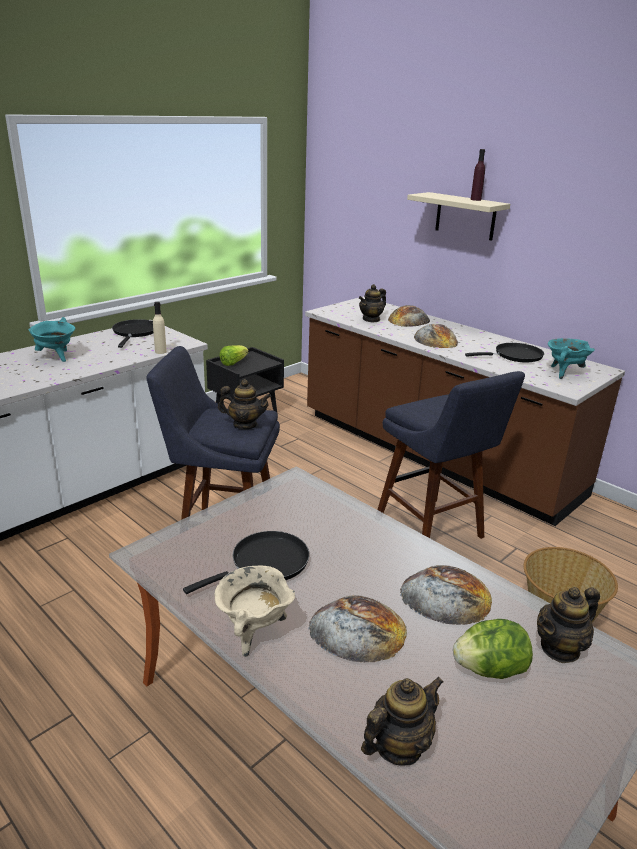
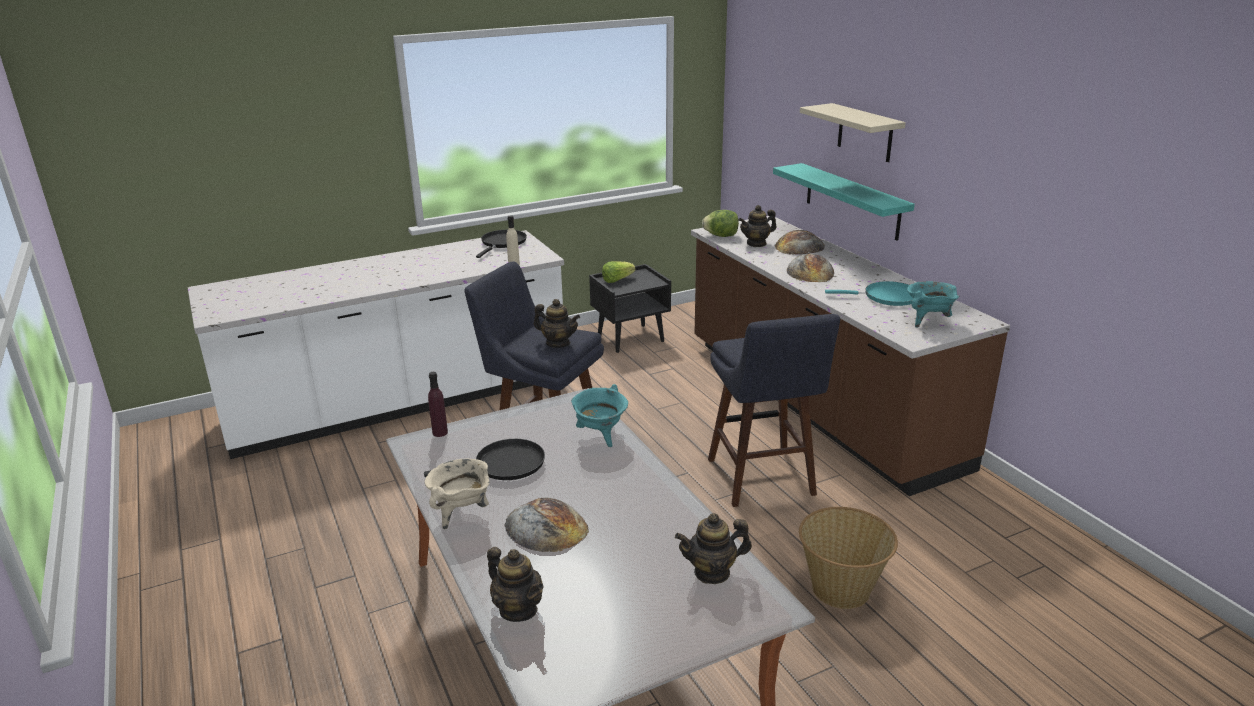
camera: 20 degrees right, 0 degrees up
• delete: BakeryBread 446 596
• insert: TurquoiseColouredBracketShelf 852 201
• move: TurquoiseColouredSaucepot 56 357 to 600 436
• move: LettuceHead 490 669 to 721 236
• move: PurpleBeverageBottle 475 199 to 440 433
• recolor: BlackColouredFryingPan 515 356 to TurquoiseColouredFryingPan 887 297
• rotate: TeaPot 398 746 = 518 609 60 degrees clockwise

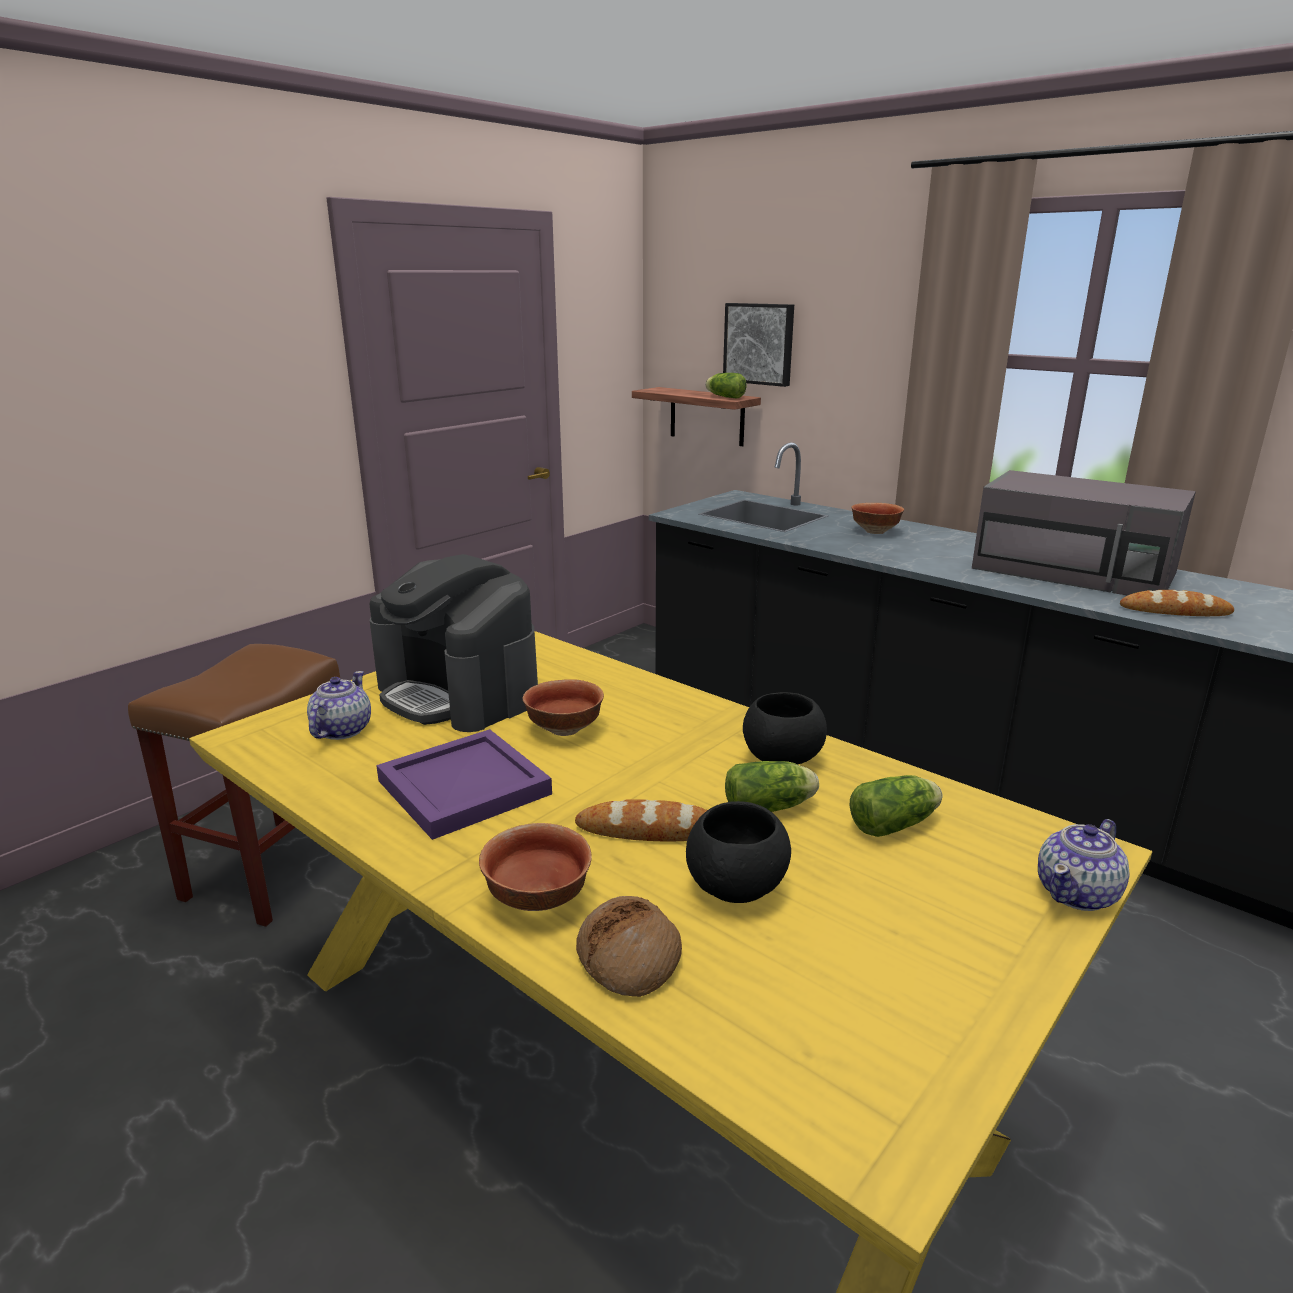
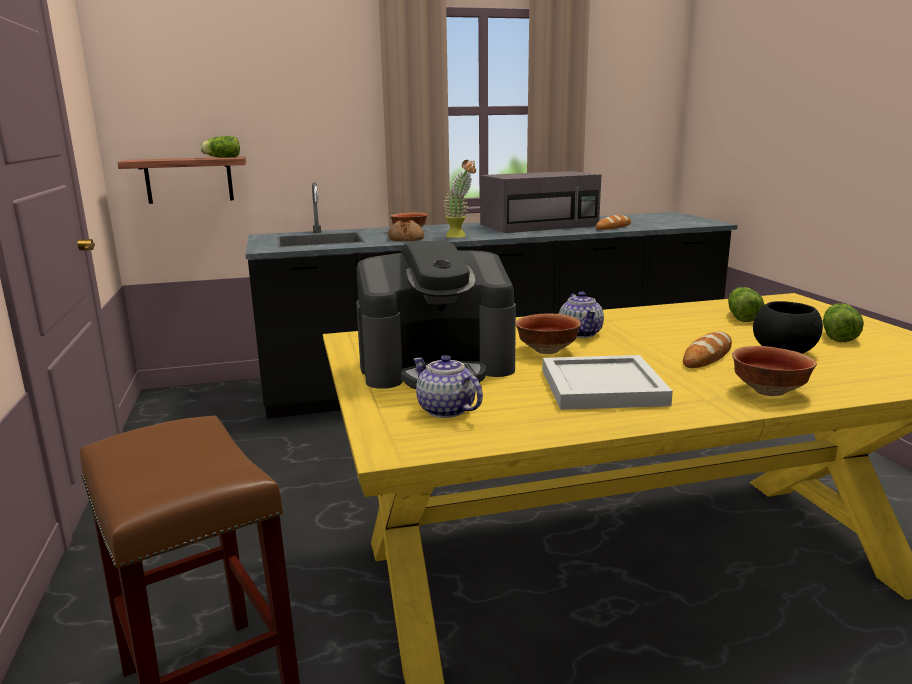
camera: 55 degrees left, 5 degrees down
• delete: Picture 759 344
• delete: BlackColouredDeepDish 783 759
• insert: PottedPlant 460 236
• move: BakeryBread 629 957 to 406 239
• move: LettuceHead 771 808 to 838 336
• move: TeaPot 1078 893 to 580 333
• recolor: PurpleCarryingTray 465 786 to WhiteColouredCarryingTray 600 386

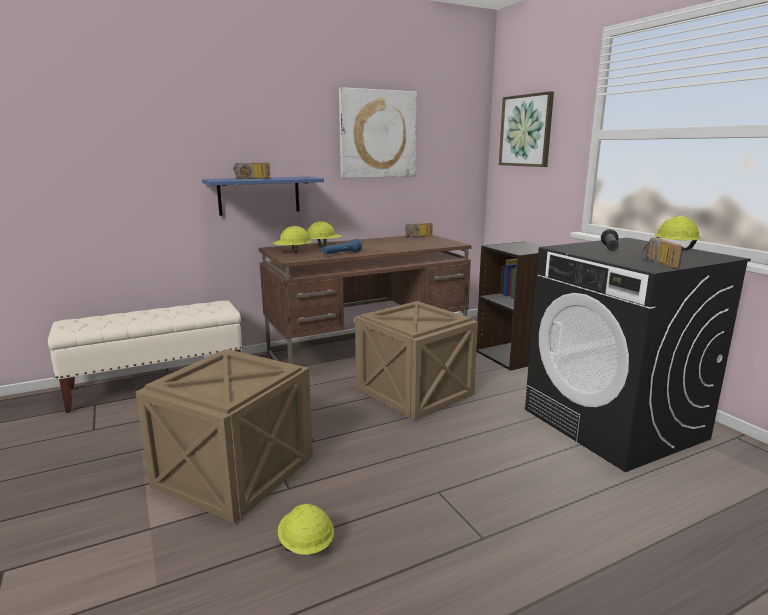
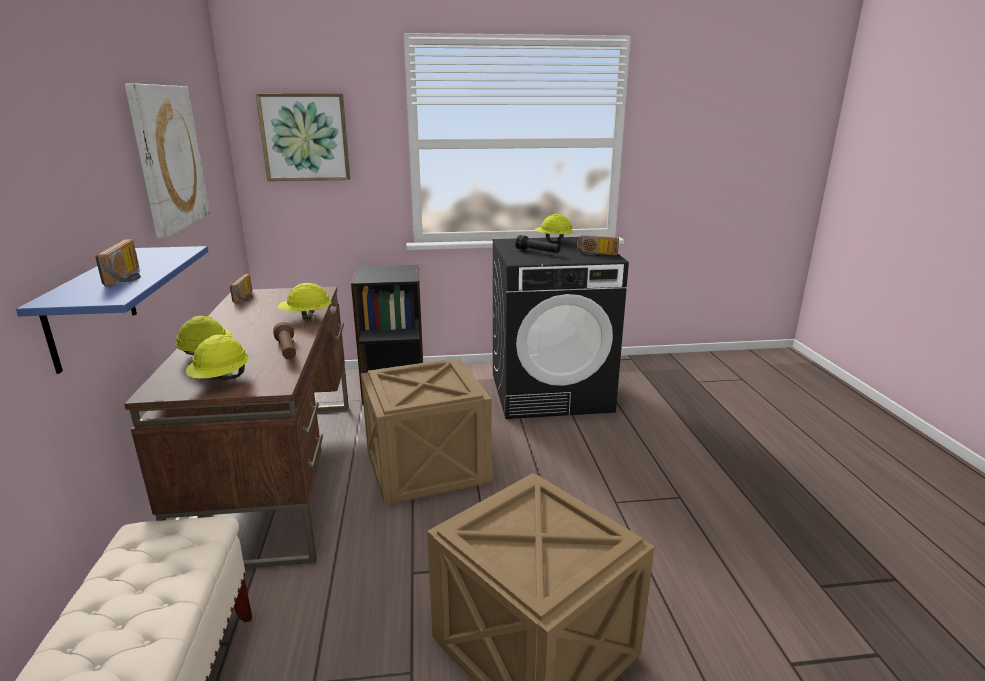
camera: 70 degrees left, 5 degrees up
• move: YellowWorkHelmet 306 545 to 306 317
• recolor: BlueColouredHandTorch 341 254 to BrownColouredHandTorch 287 350

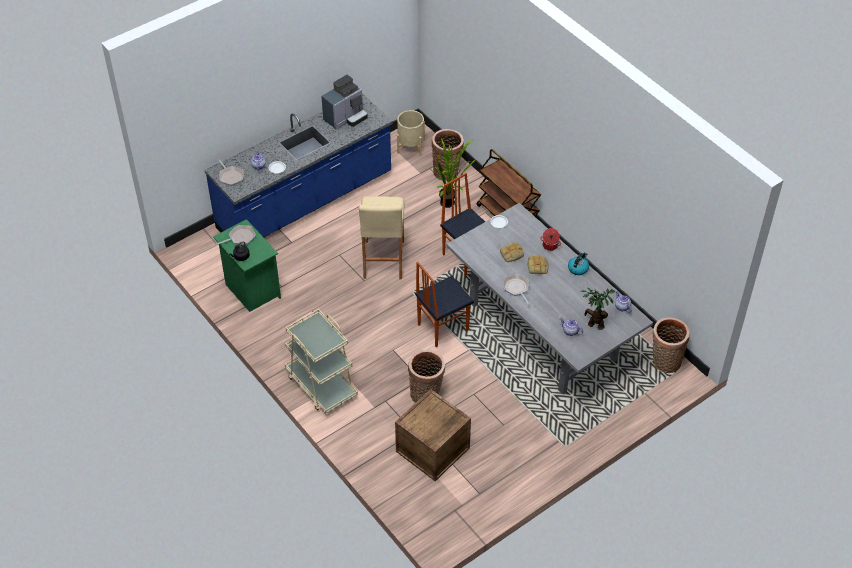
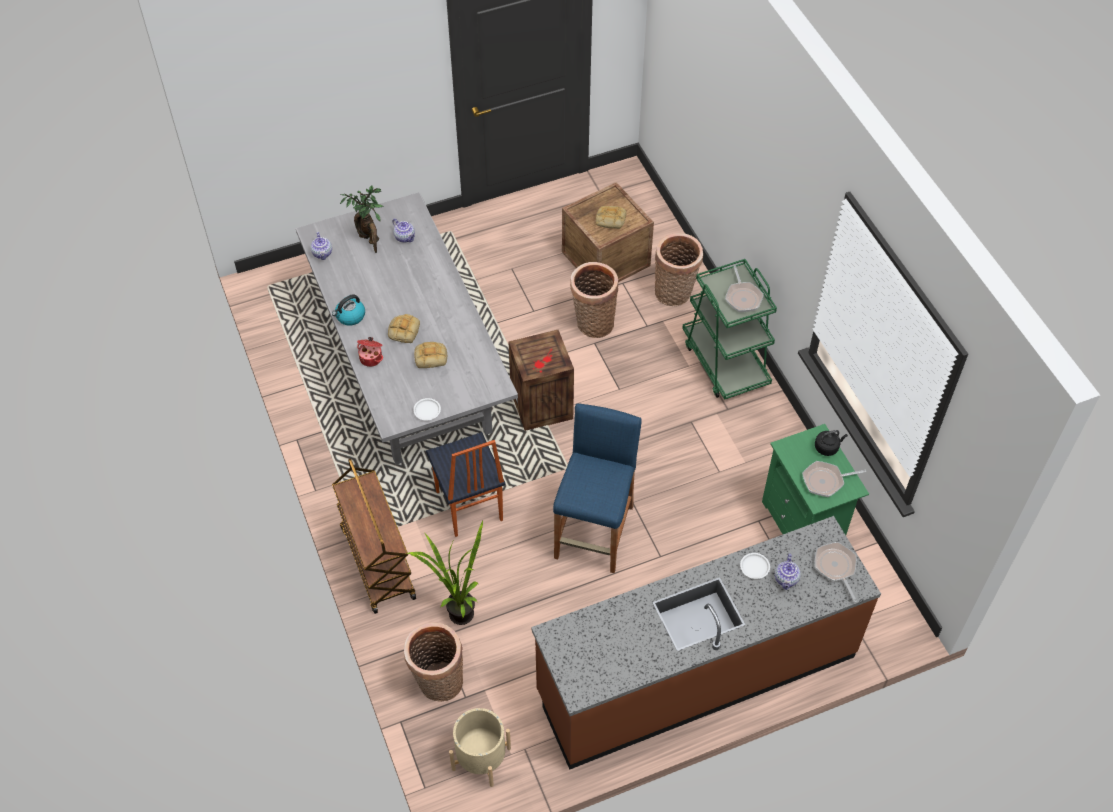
camera: 165 degrees left, 5 degrees up
• delete: CoffeeMaker 346 118
• insert: BakeryBread 610 219
• move: FryingPan 516 289 to 743 297
• move: Basket 664 362 to 675 293
• replace: Chair 442 327 to PackingCrate 543 406
• recolor: BlueColouredCounter 305 202 to BrownColouredCounter 695 673
• recolor: BeigeColouredTrolley 321 385 to GreenColouredTrolley 725 362
• recolor: BeigeColouredStool 383 259 to BlueColouredStool 594 532

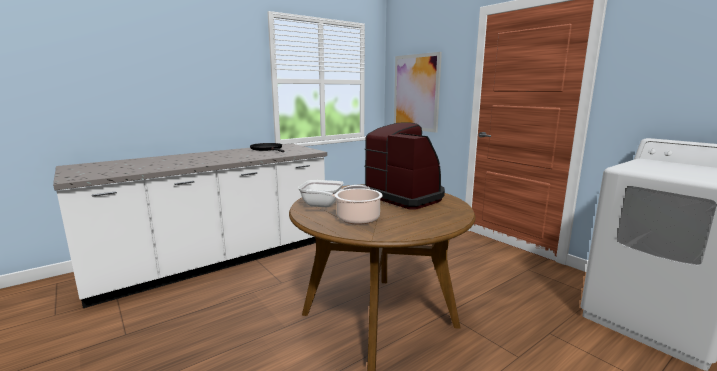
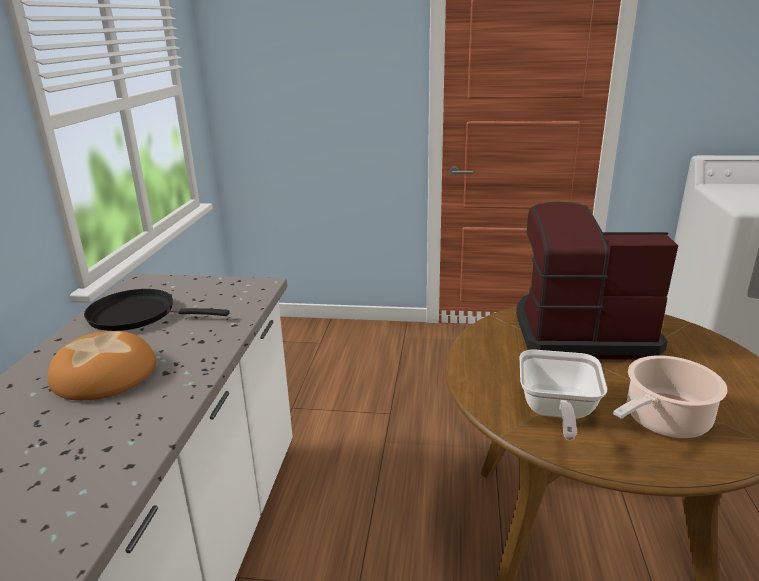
camera: 45 degrees left, 10 degrees up
• delete: Picture 416 92
• insert: BakeryBread 105 374
• rotate: FryingPan 326 205 = 556 412 135 degrees clockwise

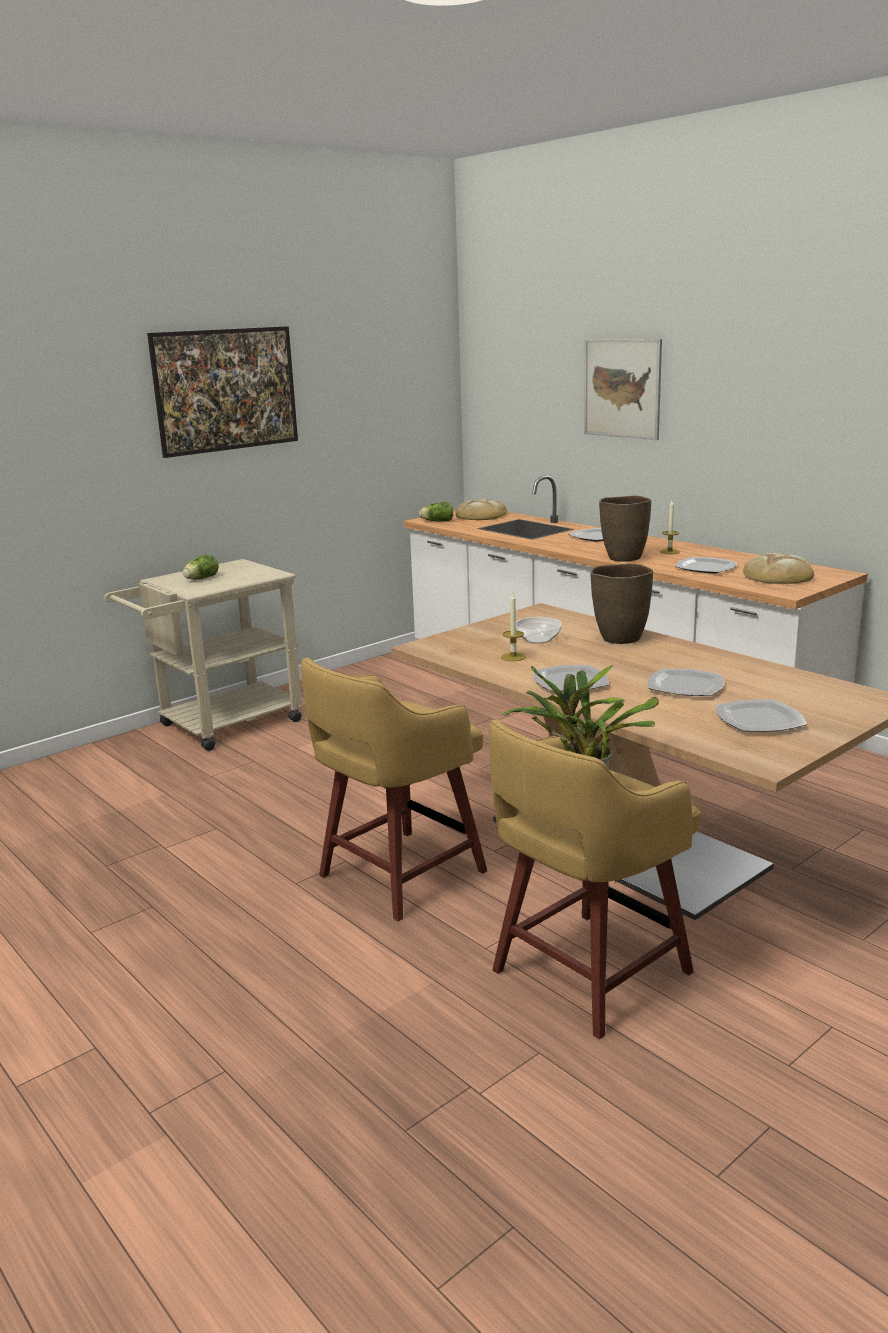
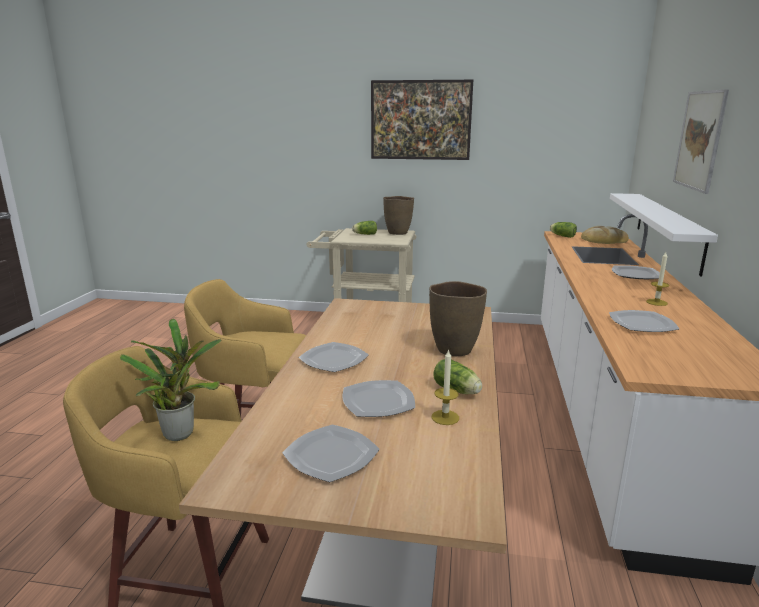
camera: 50 degrees right, 0 degrees up
• delete: DeepDish 537 639
• delete: BakeryBread 778 576
• insert: LettuceHead 458 391
• insert: WhiteColouredBracketShelf 668 229
• move: Candle 513 657 to 445 417
• move: BrownColouredDecorativeVase 623 558 to 398 233

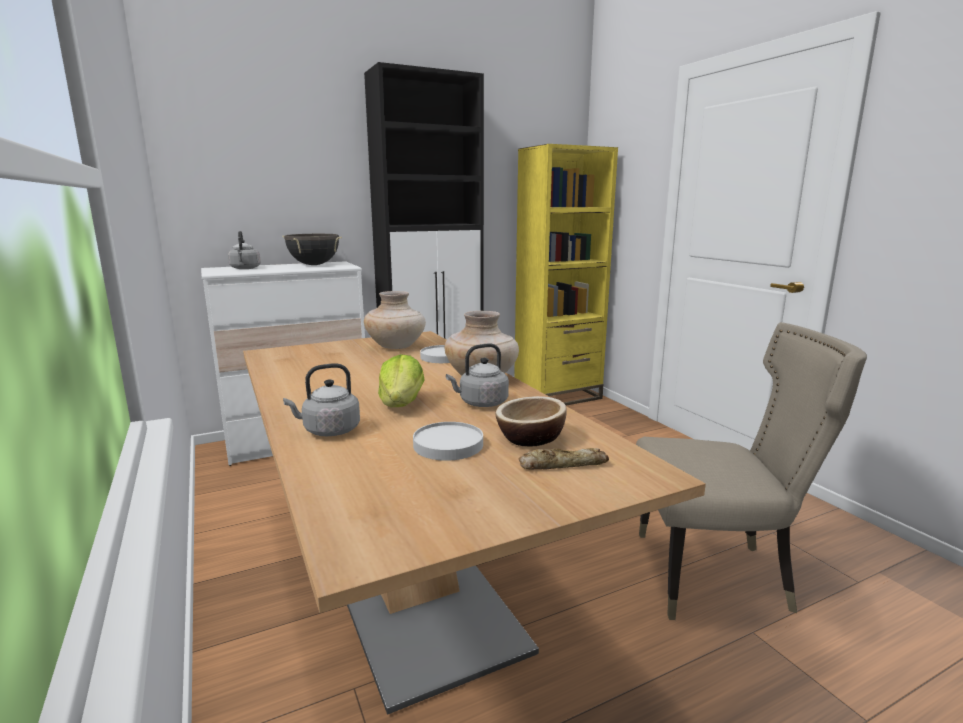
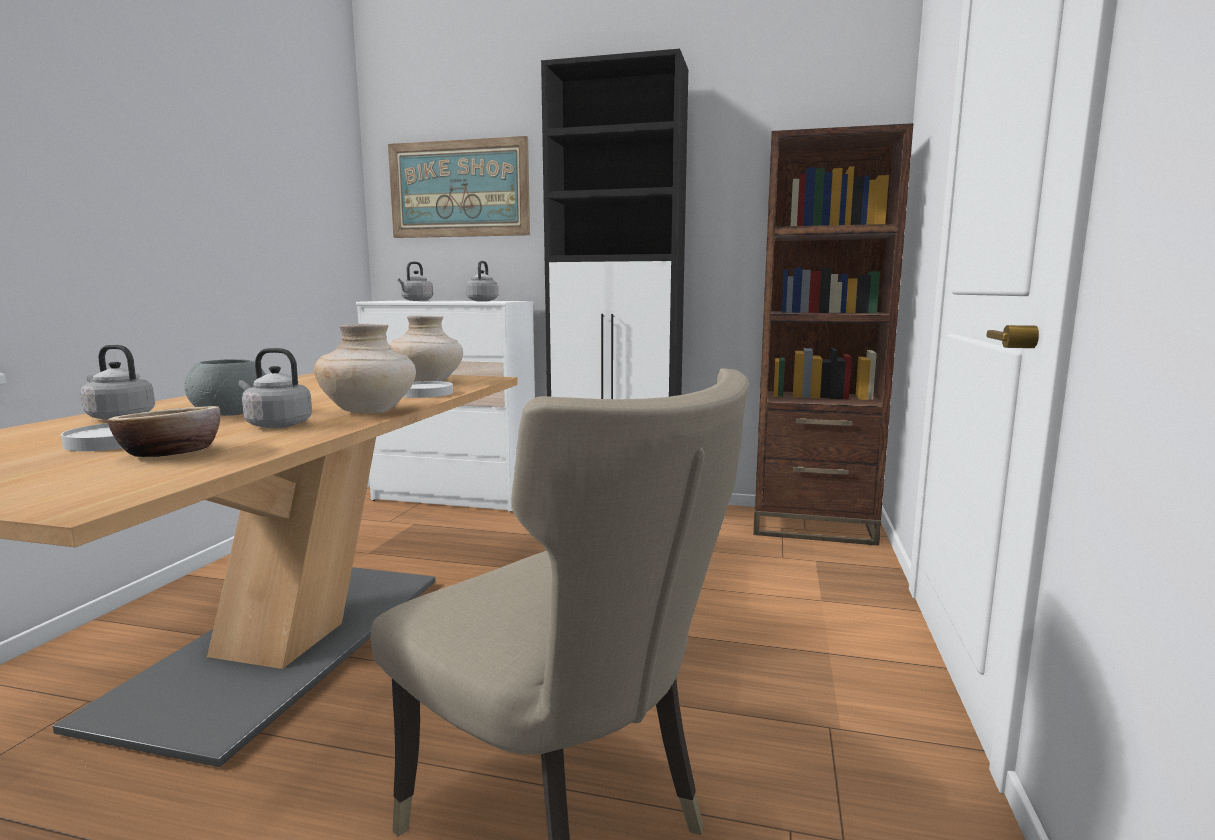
camera: 40 degrees right, 5 degrees down
• delete: BakeryBread 562 465
• insert: Picture 459 189
• replace: BlackColouredSaucepot 314 265 to GreyTeaKettle 483 301
• replace: LettuceHead 402 404 to GreyDeepDish 232 413
• recolor: YellowBookshelf 557 396 to BrownColouredBookshelf 812 526

